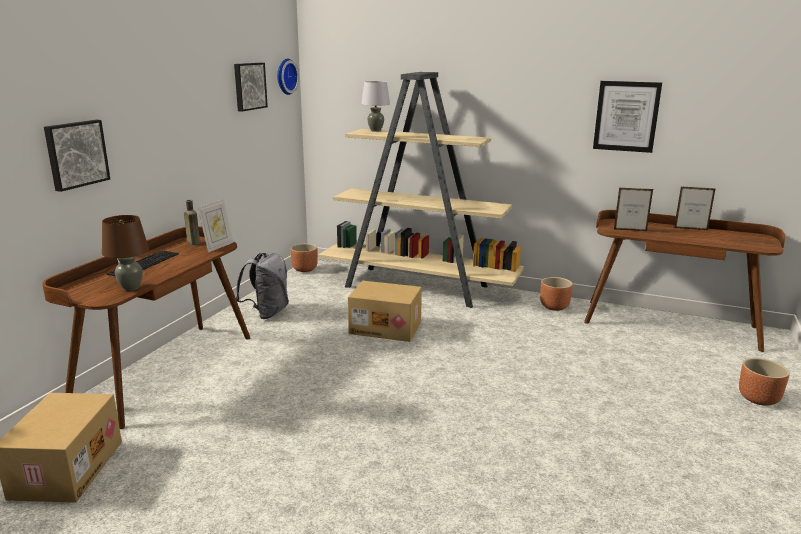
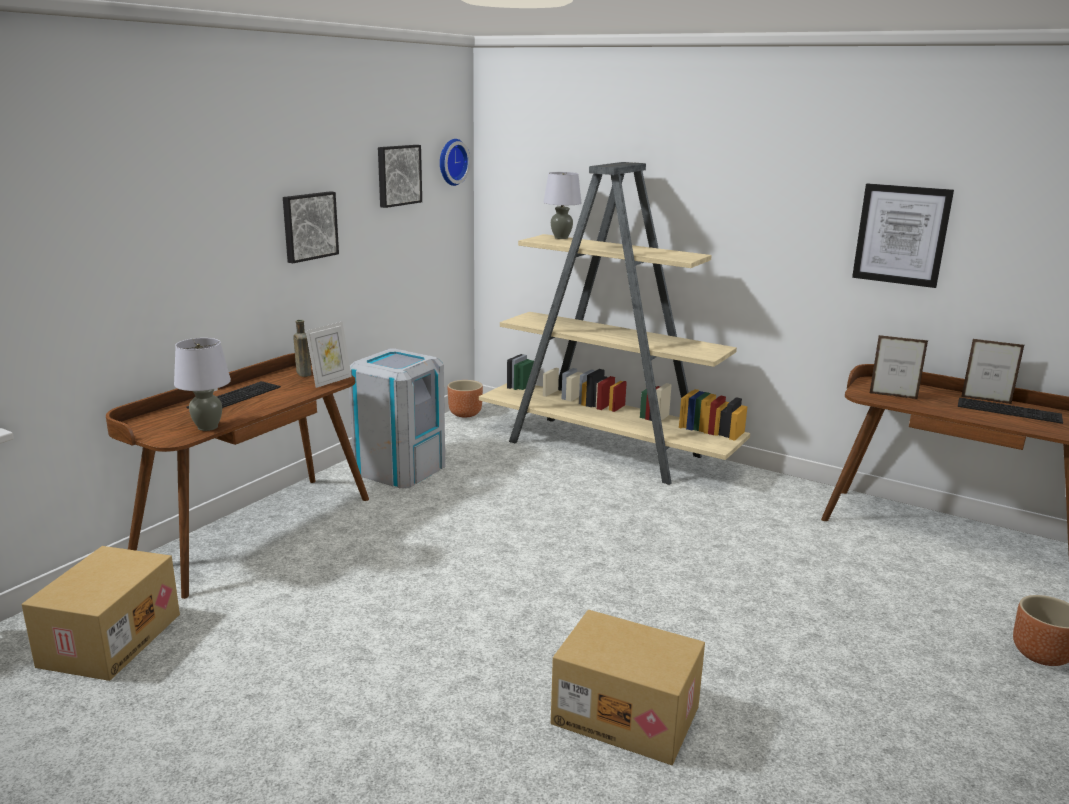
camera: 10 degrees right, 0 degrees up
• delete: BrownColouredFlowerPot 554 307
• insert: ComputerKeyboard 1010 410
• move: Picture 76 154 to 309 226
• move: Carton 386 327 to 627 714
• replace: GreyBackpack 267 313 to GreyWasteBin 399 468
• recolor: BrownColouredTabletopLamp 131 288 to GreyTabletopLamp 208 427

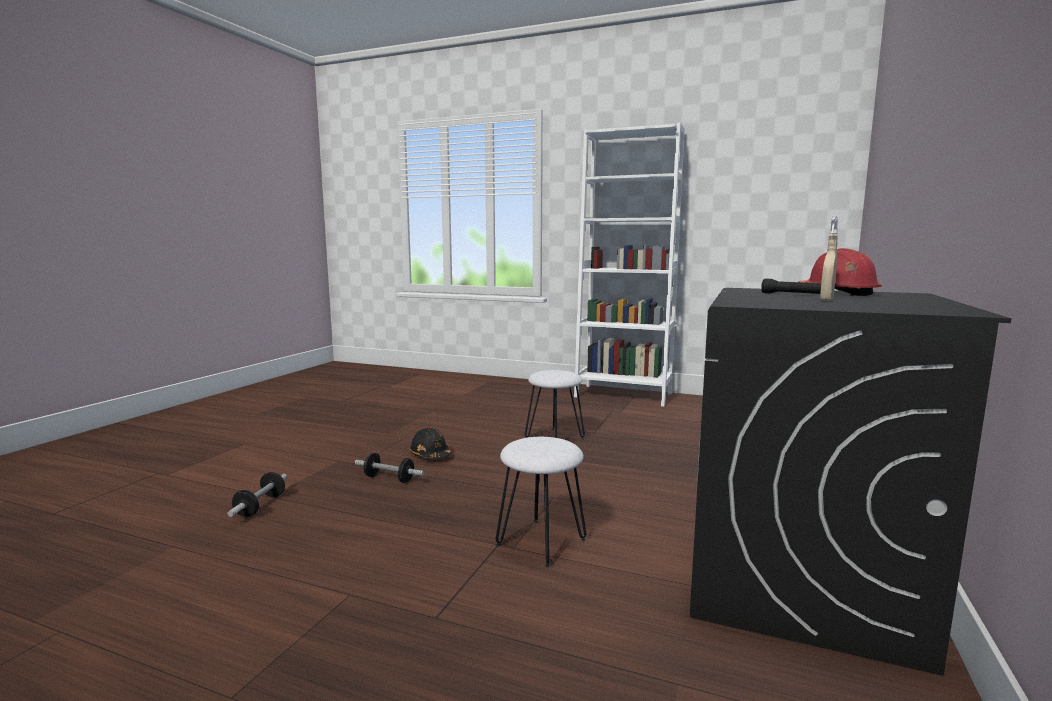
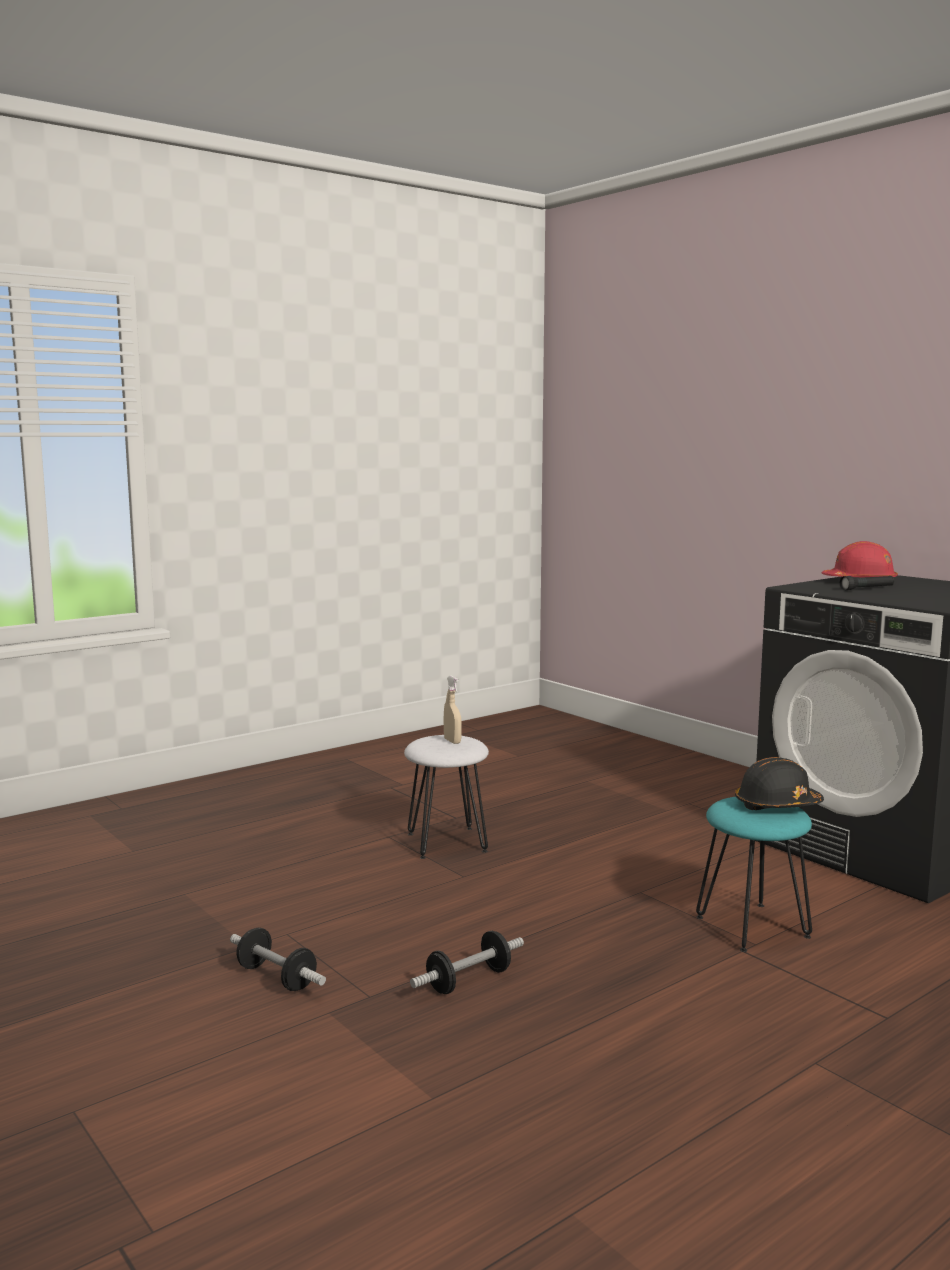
camera: 60 degrees left, 0 degrees up
• delete: WhiteColouredBookshelf 623 395
• move: HandWeight 260 506 to 276 977
• move: BlackColouredWorkHelmet 430 455 to 777 805
• move: BeigeColouredSprayBottle 826 300 to 452 741
• recolor: WhiteColouredStool 542 542 to TurquoiseColouredStool 753 926

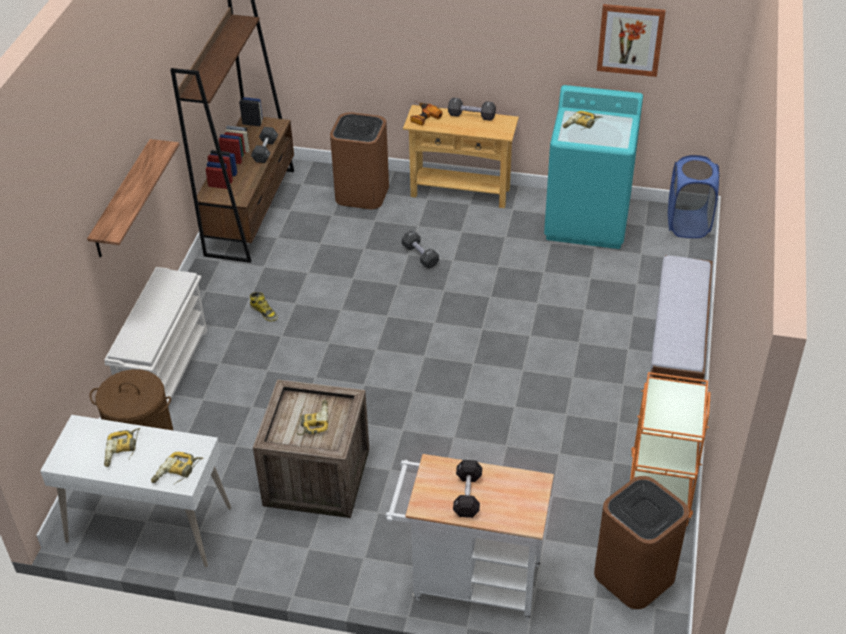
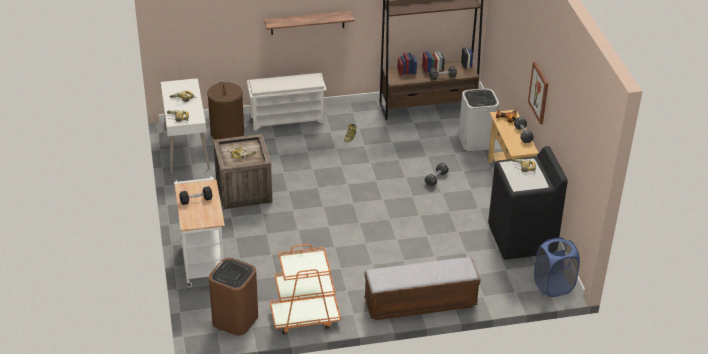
camera: 65 degrees right, 5 degrees down
• move: Picture 630 39 to 539 92
• recolor: BrownColouredWasteBin 362 194 to WhiteColouredWasteBin 476 141
• recolor: TurquoiseColouredLaundryAppliance 588 220 to BlackColouredLaundryAppliance 522 239

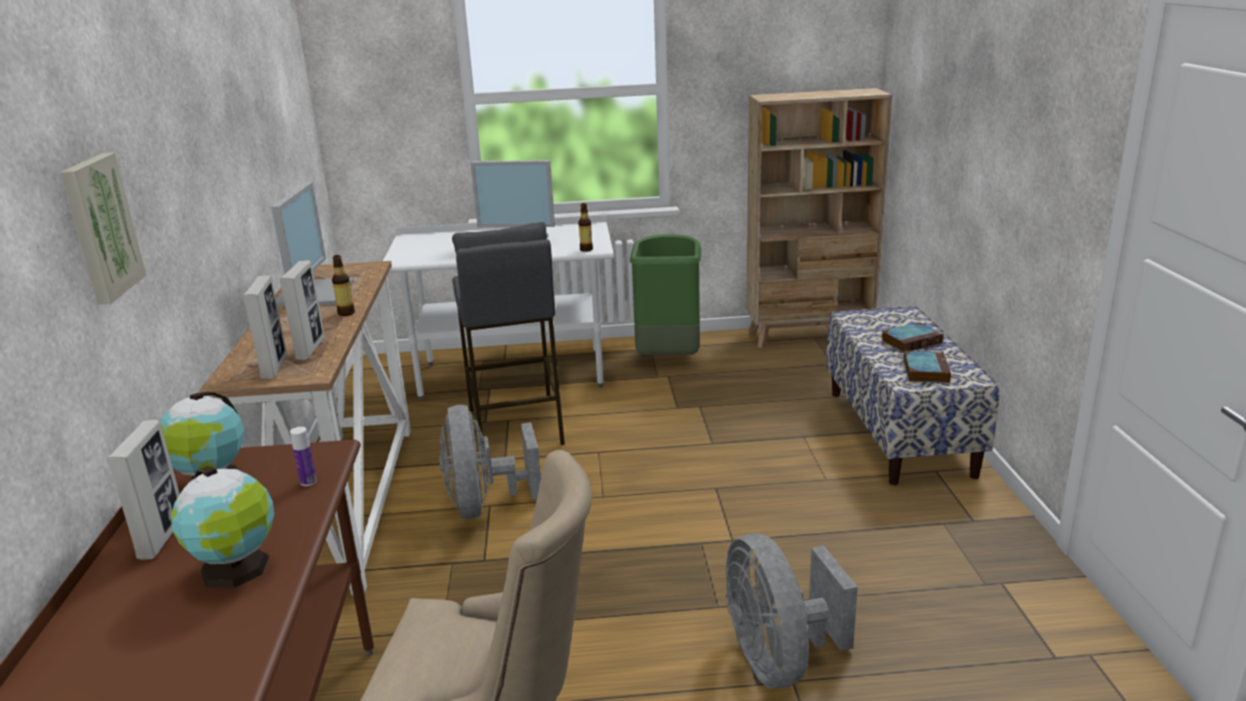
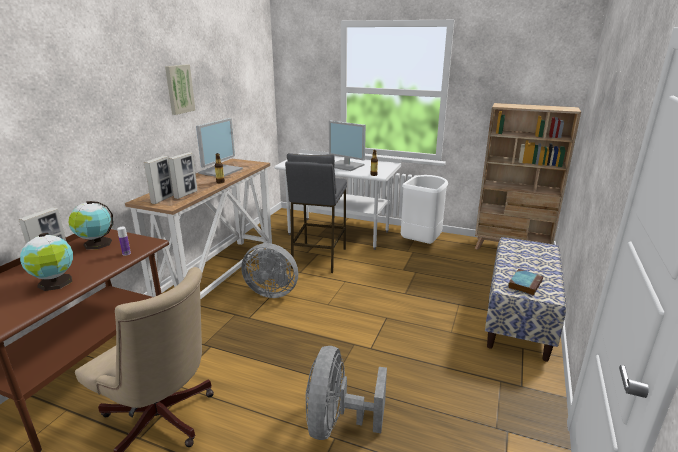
camera: 25 degrees right, 0 degrees up
• delete: BoundBook 912 341
• move: Picture 99 227 to 179 89
• recolor: GreenColouredWasteBin 668 357 to WhiteColouredWasteBin 421 242
• rotate: GreyCoolingFan 485 505 = 272 291 90 degrees counterclockwise

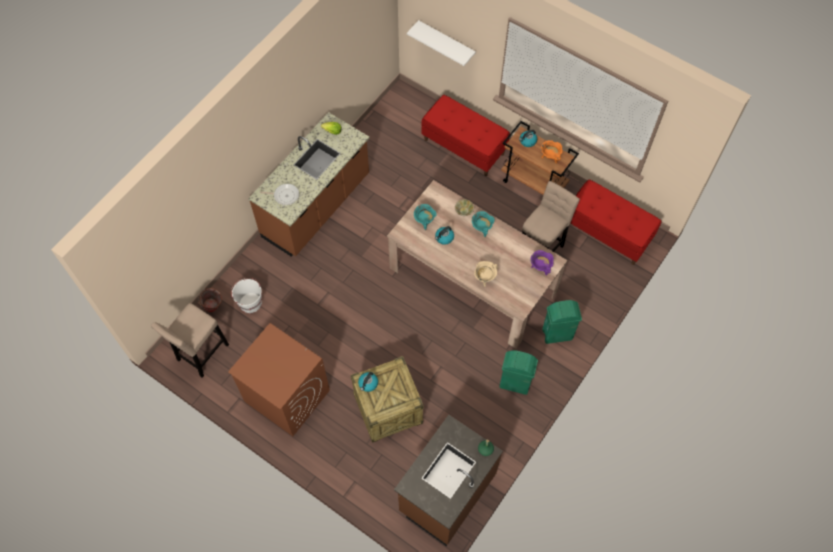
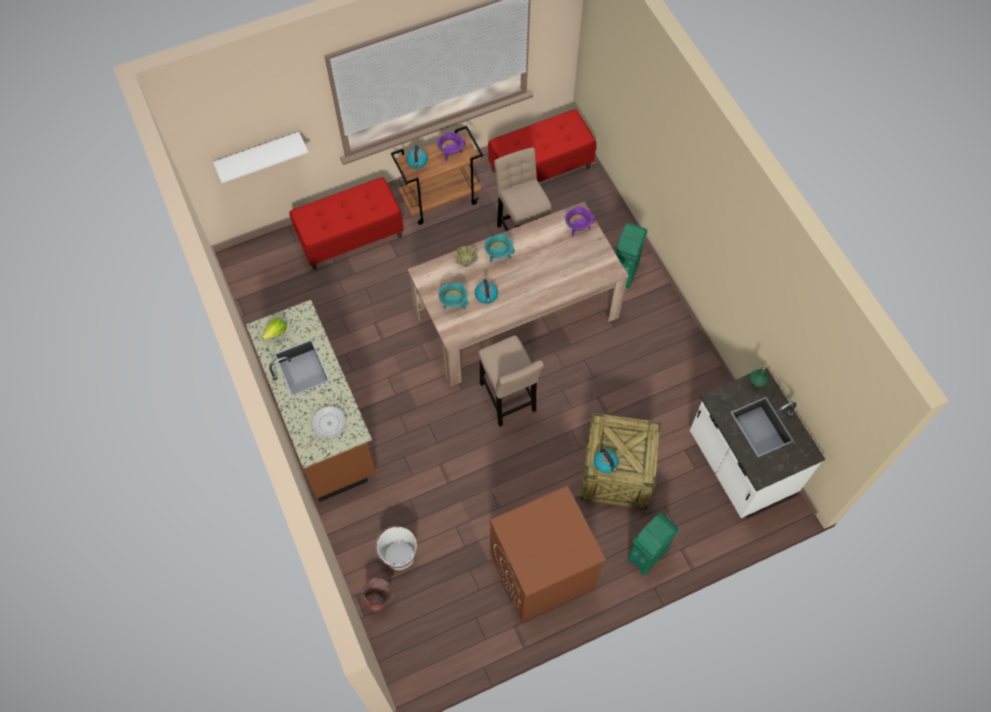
camera: 60 degrees left, 0 degrees up
• delete: BeigeColouredSaucepot 484 278
• move: BeigeColouredStool 201 355 to 508 400
• move: GreenColouredWasteBin 515 384 to 647 555
• recolor: BrownColouredCounter 446 493 to WhiteColouredCounter 739 465
• recolor: OrangeColouredSaucepot 550 157 to PurpleSaucepot 450 153

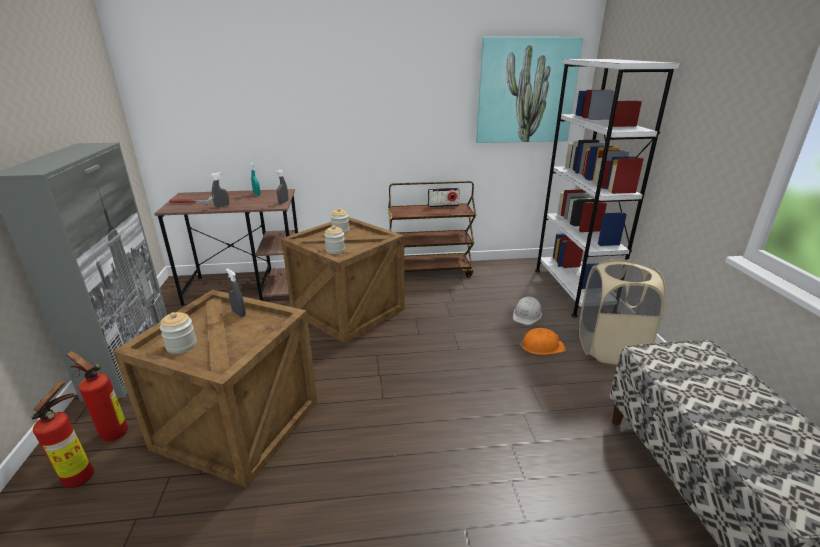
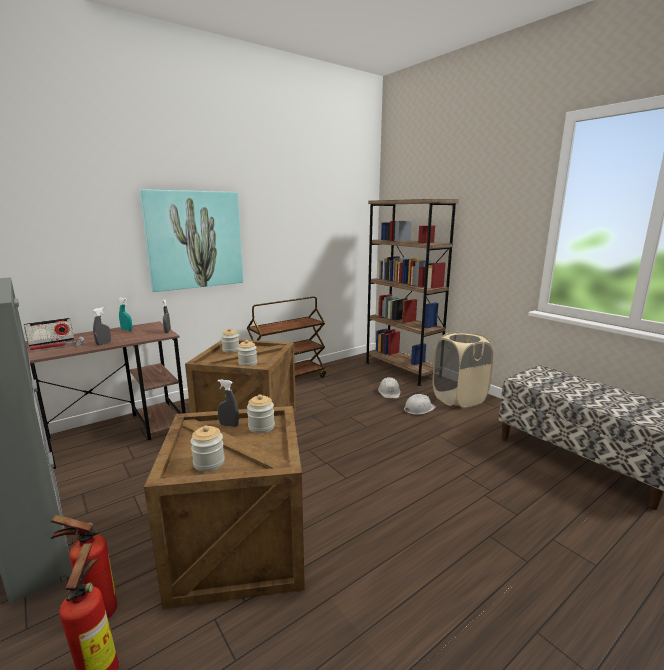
camera: 30 degrees left, 10 degrees down
• insert: PreserveJar 261 427
• move: RadioSet 443 206 to 51 342
• move: Picture 526 91 to 194 240
• recolor: OrangeColouredWorkHelmet 541 346 to WhiteColouredWorkHelmet 419 409
• recolor: WhiteColouredBookshelf 572 290 to BrownColouredBookshelf 402 370

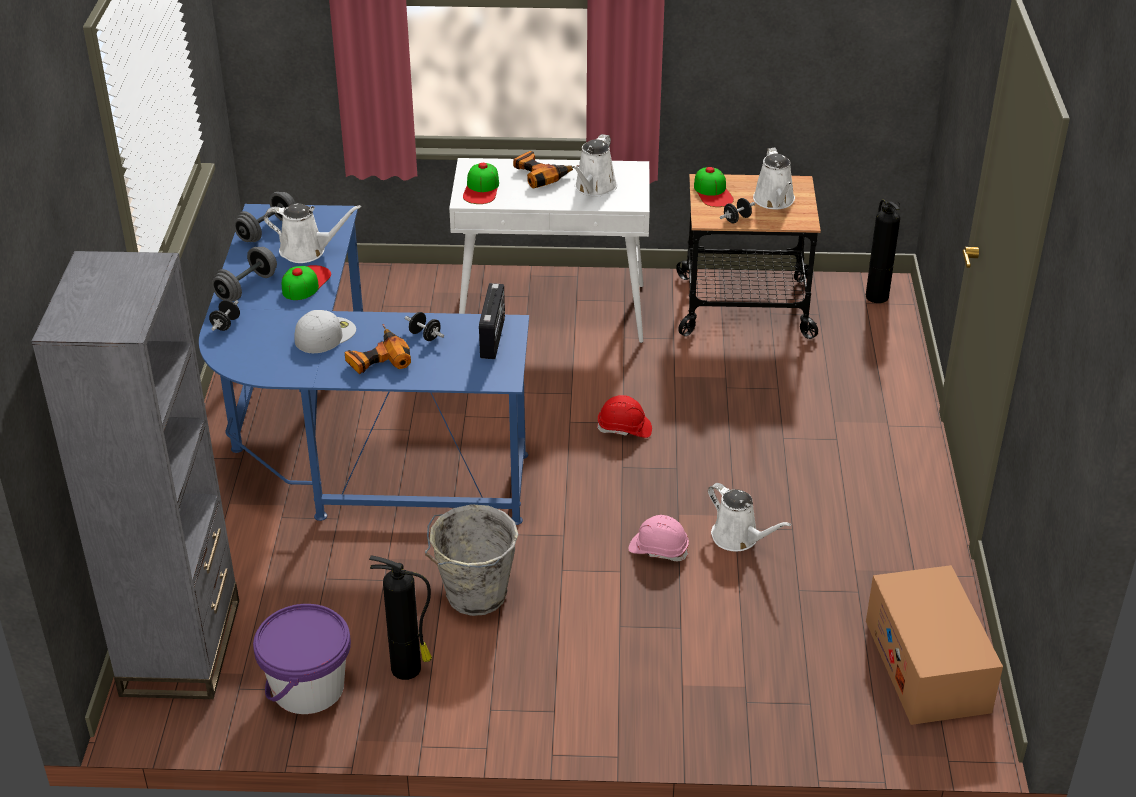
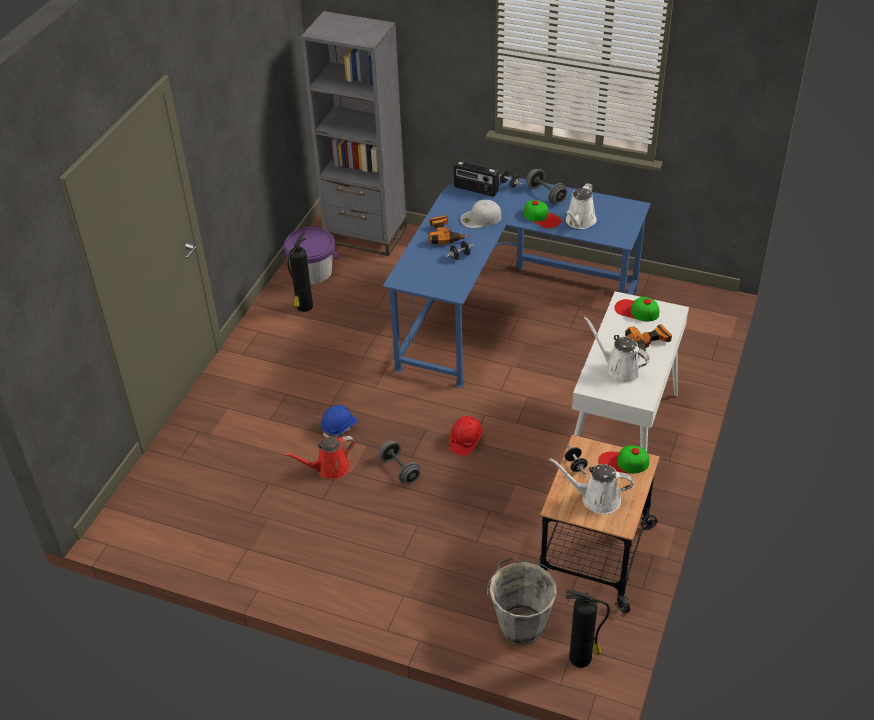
camera: 110 degrees right, 5 degrees up
• delete: Carton 927 666
• move: GreyHandWeight 267 230 to 400 469
• move: GreyBucket 474 596 to 520 624
• move: RadioSet 493 338 to 475 189
• recolor: PinkColouredWorkHelmet 658 549 to BlueColouredWorkHelmet 339 427
• recolor: WhiteColouredSprinklingCan 738 538 to RedSprinklingCan 329 468
• rotate: WhiteColouredCap 325 335 = 480 218 105 degrees clockwise

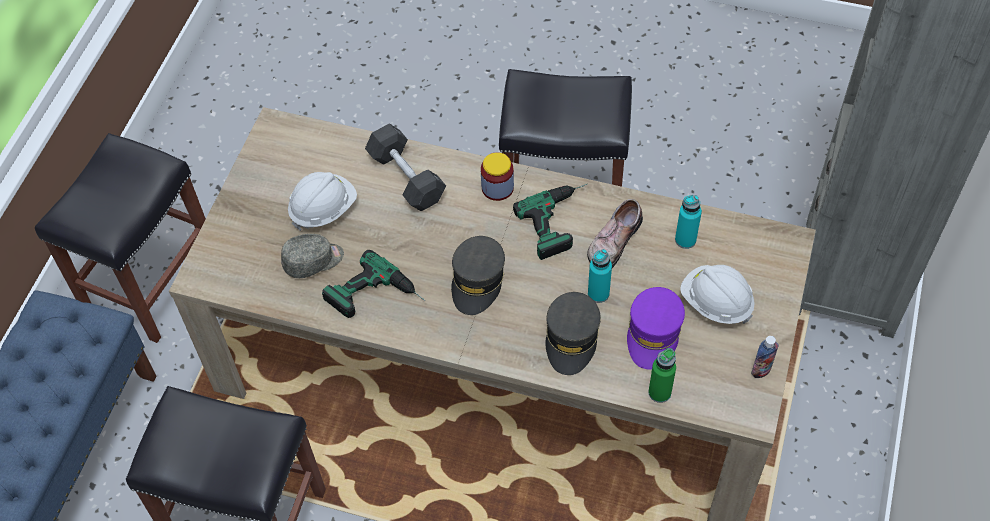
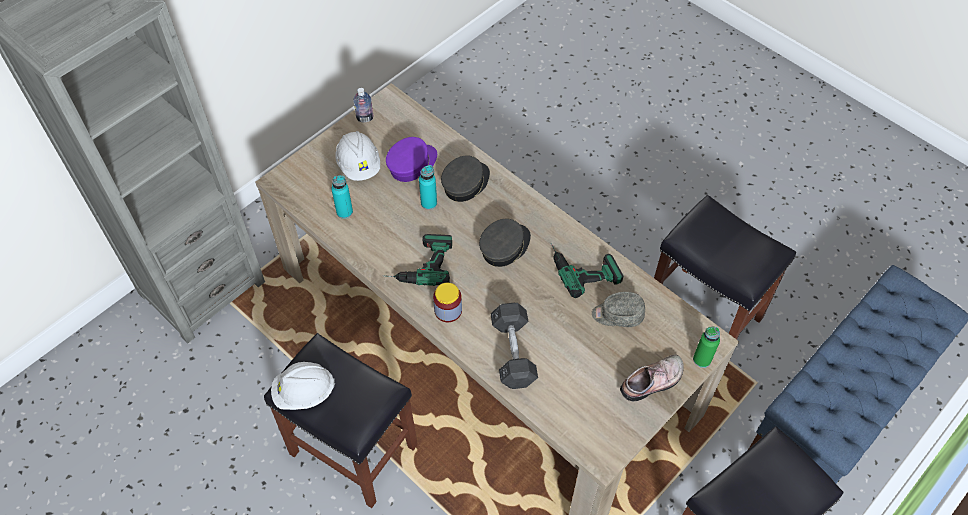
camera: 155 degrees left, 0 degrees up
• move: WhiteColouredWorkHelmet 323 209 to 304 393
• move: ItemOfFootwear 612 240 to 653 382
• move: GreenColouredBeverageBottle 659 392 to 702 359

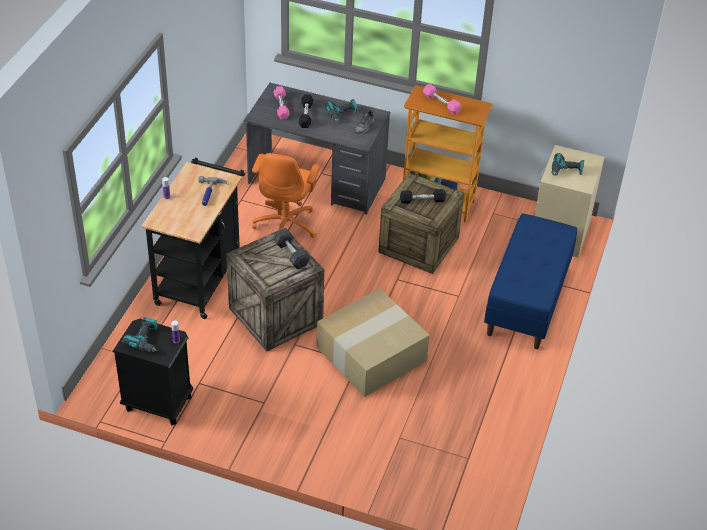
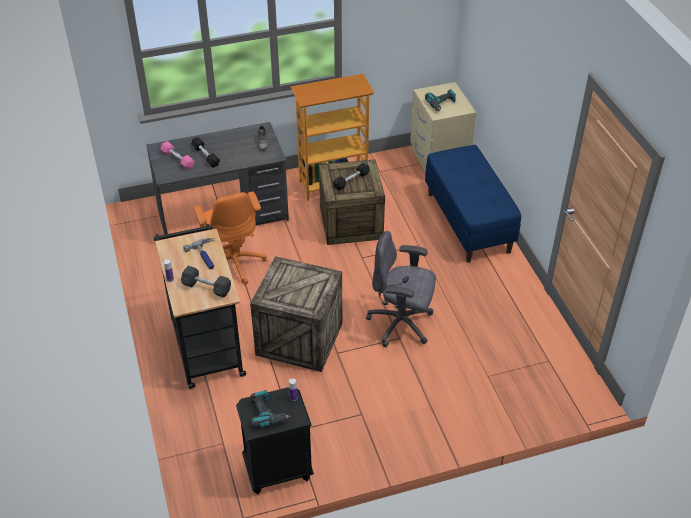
camera: 35 degrees left, 0 degrees up
• delete: PowerDrill 342 115
• delete: PinkColouredHandWeight 441 103
• move: GreyHandWeight 291 254 to 206 287
• replace: Carton 371 353 to GreyOfficeChair 401 324

